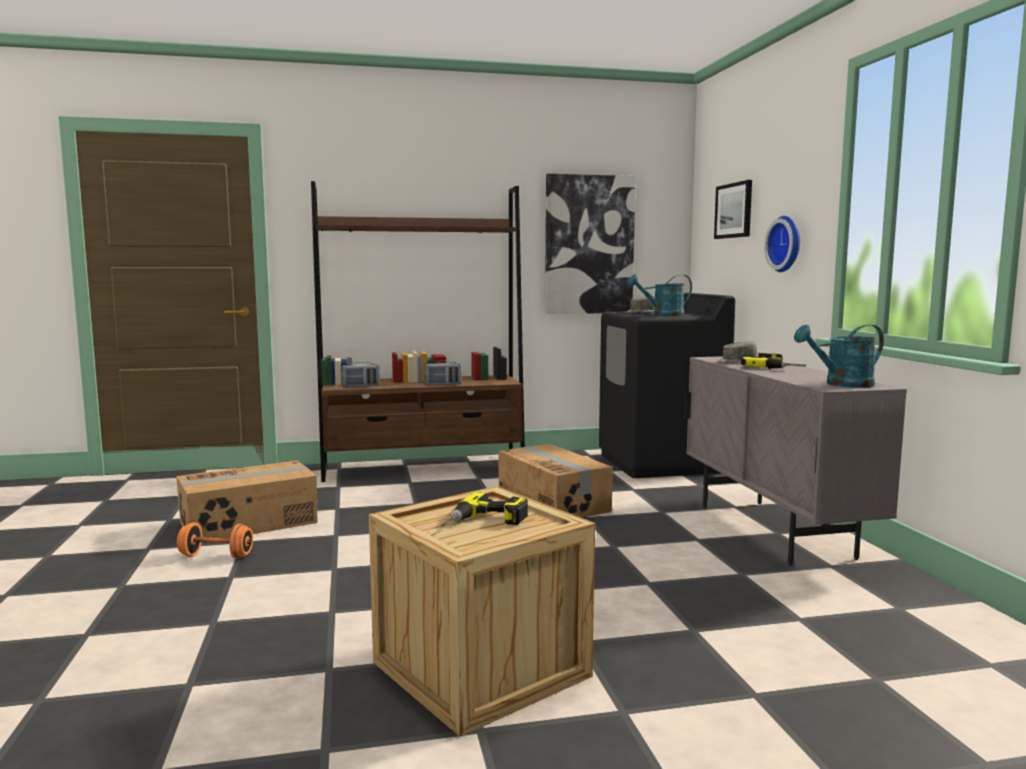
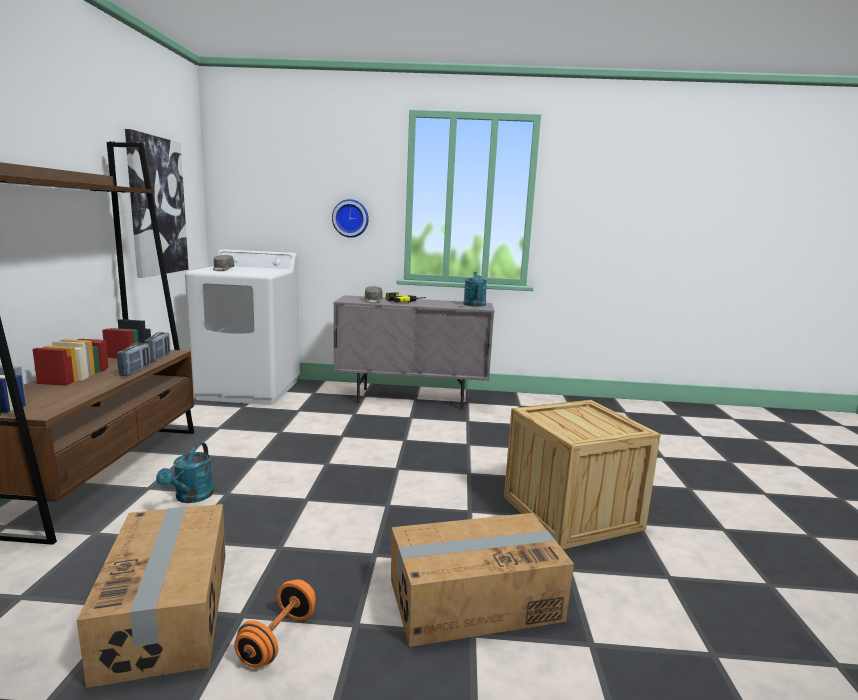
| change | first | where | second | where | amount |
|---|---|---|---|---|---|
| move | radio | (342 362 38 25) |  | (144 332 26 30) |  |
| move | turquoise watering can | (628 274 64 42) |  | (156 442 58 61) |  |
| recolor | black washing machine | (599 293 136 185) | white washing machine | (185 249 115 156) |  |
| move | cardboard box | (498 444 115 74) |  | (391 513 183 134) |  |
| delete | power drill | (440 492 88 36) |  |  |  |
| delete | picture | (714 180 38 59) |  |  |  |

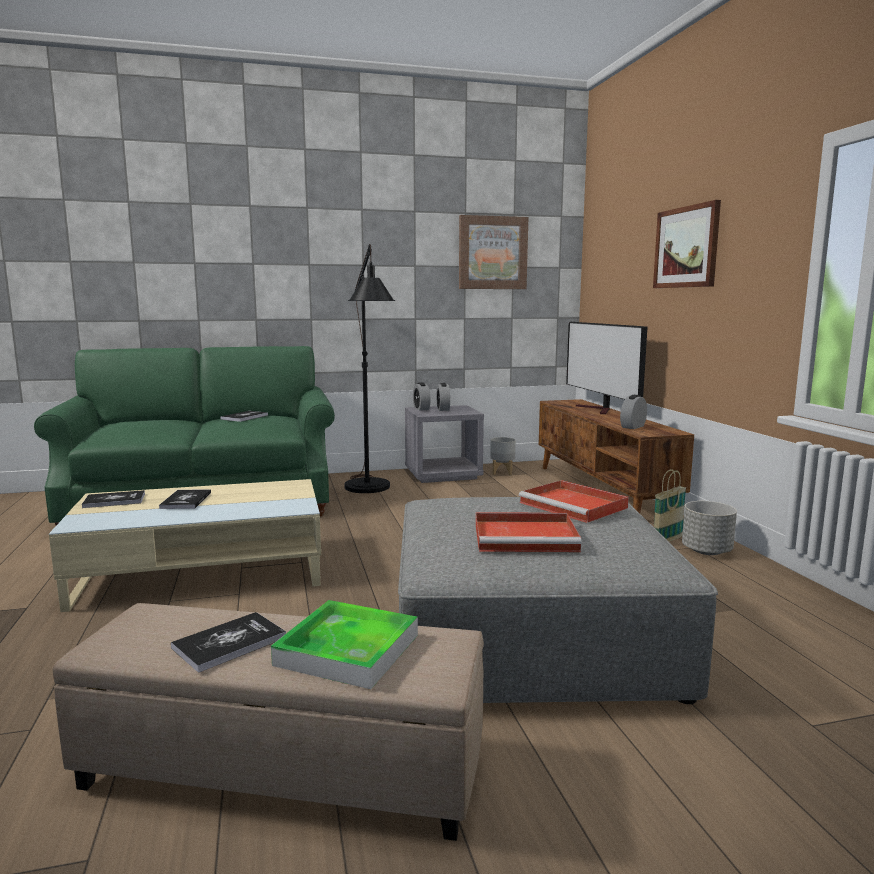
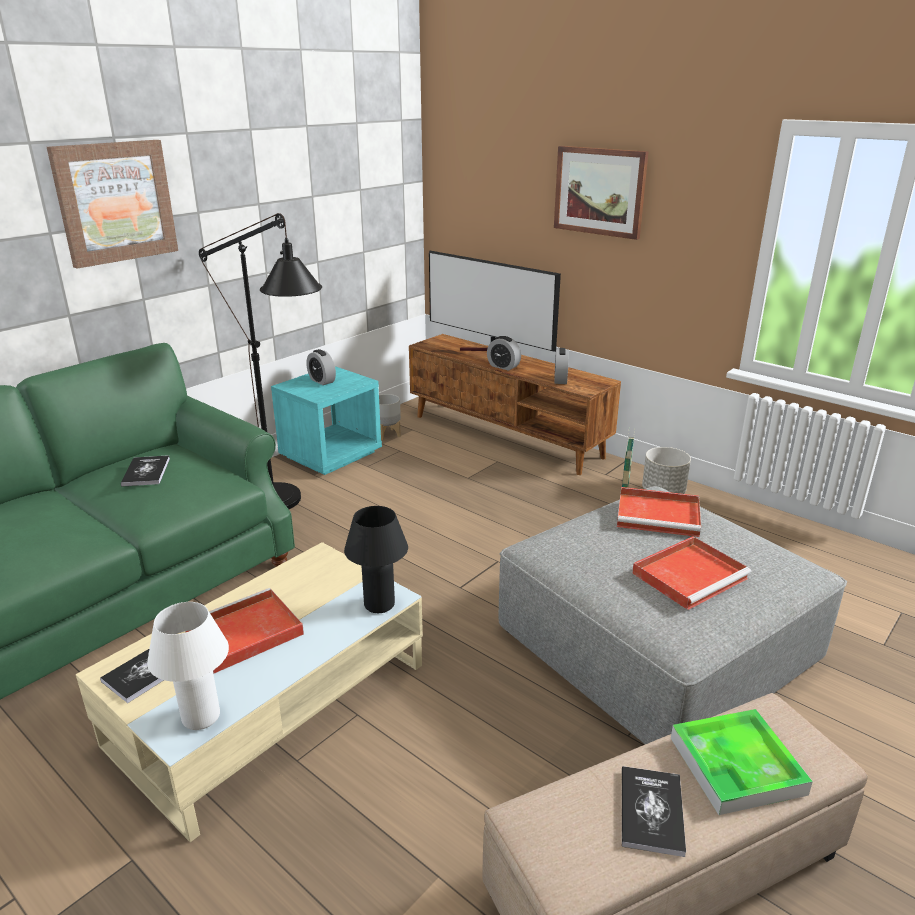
| change | first | where | second | where | amount |
|---|---|---|---|---|---|
| move | picture | (459 215 69 74) |  | (47 140 131 129) |  |
| insert |  |  | white table lamp | (147 602 82 128) |  |
| replace | book | (159 489 52 20) | red tray | (185 588 119 86) |  |
| recolor | grey nightstand | (405 405 79 78) | turquoise nightstand | (271 366 111 109) |  |
| insert |  |  | black table lamp | (344 506 64 107) |  |
| move | alarm clock | (413 382 17 29) |  | (487 336 34 35) |  |

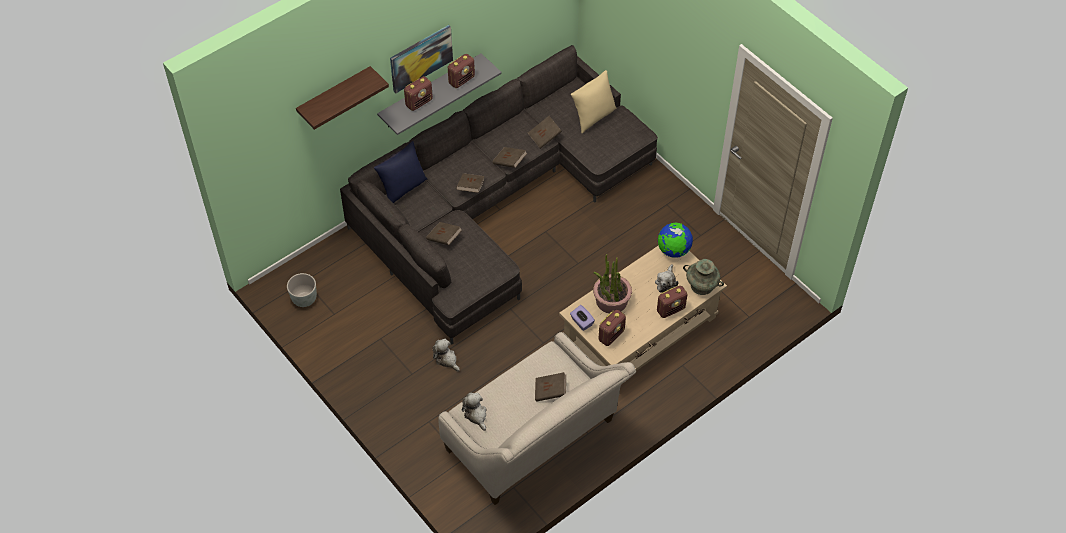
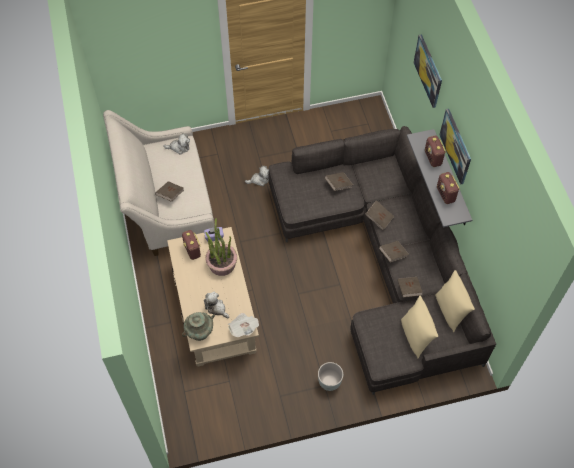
| change | first | where | second | where | amount |
|---|---|---|---|---|---|
| replace | globe | (658 223 35 35) | newspaper | (228 313 31 24) |  |
| move | grey planter | (287 273 30 34) |  | (318 362 25 29) |  |
| replace | shelf | (296 66 93 64) | picture | (414 34 28 74) |  |
| insert |  |  | beige pillow | (435 270 40 62) |  |
| delete | blue pillow | (374 141 53 62) |  |  |  |
| delete | radio | (657 286 30 32) |  |  |  |

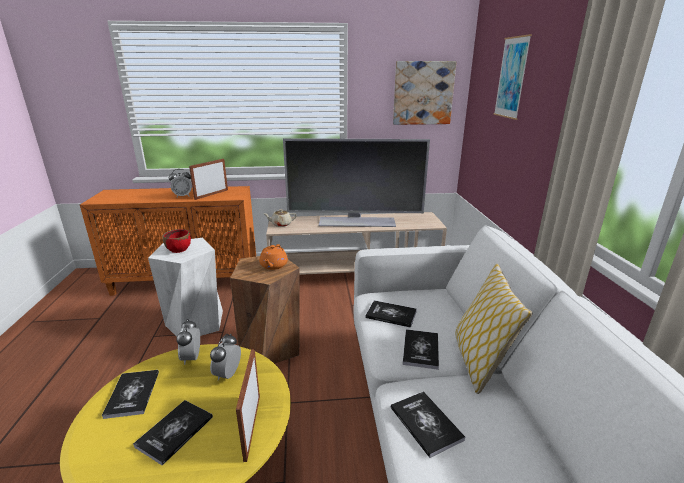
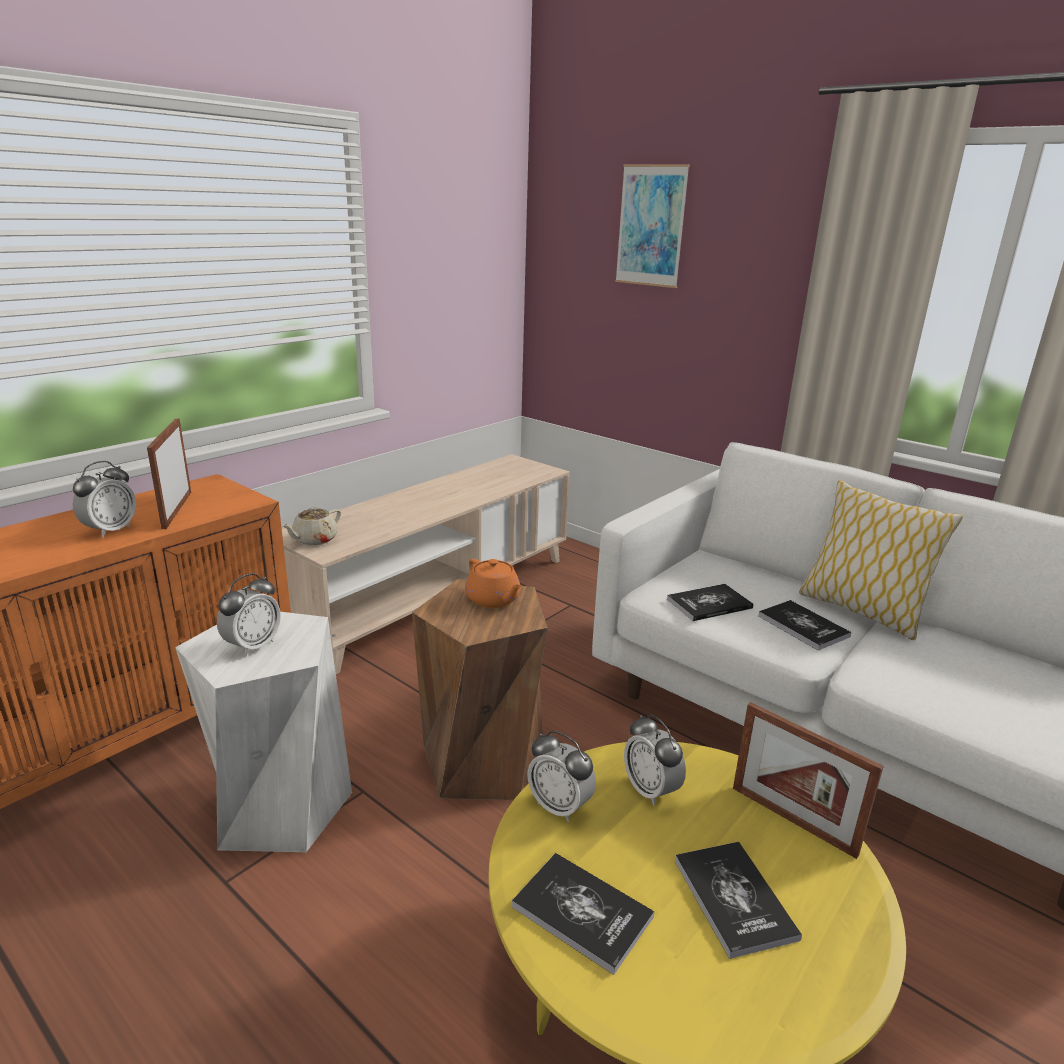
| change | first | where | second | where | amount |
|---|---|---|---|---|---|
| replace | red bowl | (162 229 29 24) | alarm clock | (217 573 64 84) |  |
| delete | television | (283 138 147 89) |  |  |  |
| delete | book | (391 391 74 67) |  |  |  |
| delete | picture | (393 61 64 64) |  |  |  |

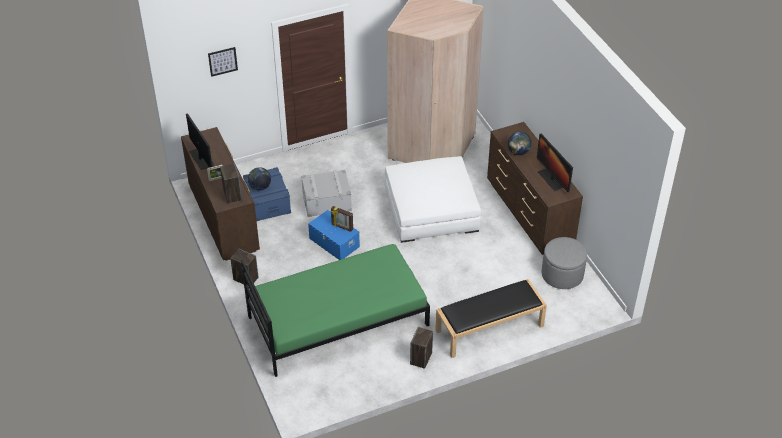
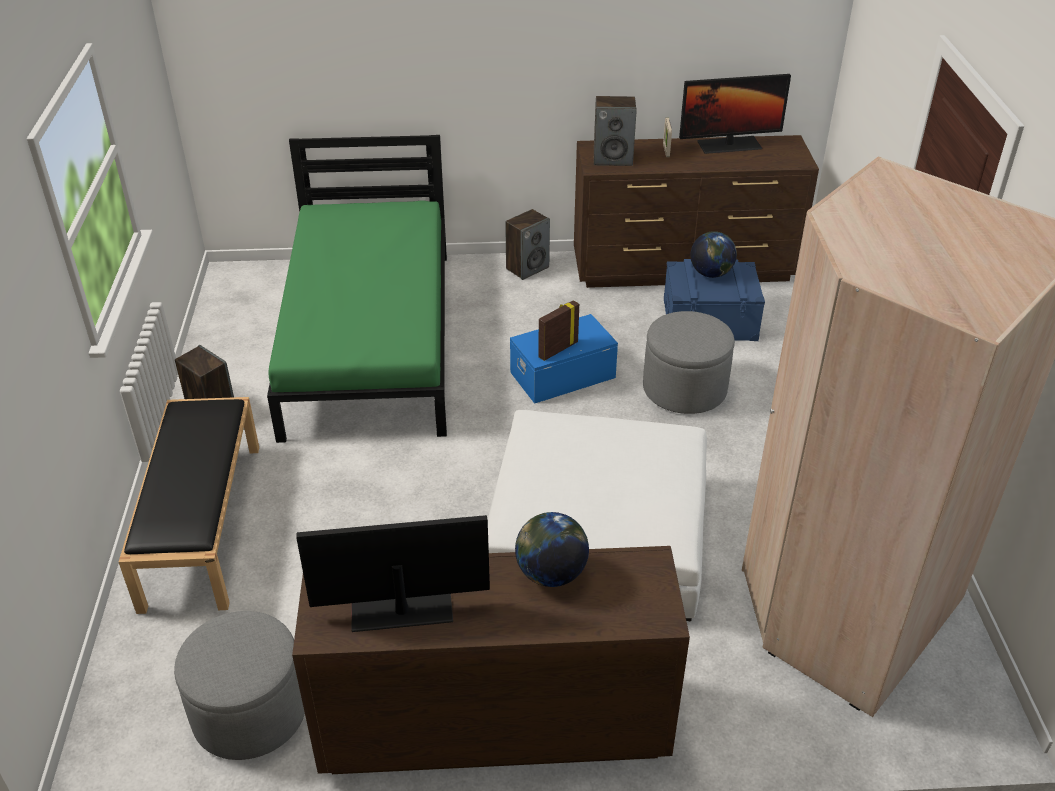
| change | first | where | second | where | amount |
|---|---|---|---|---|---|
| replace | grey storage box | (301 170 51 47) | grey ottoman | (643 311 92 103) |  |
| delete | picture | (208 47 30 30) |  |  |  |

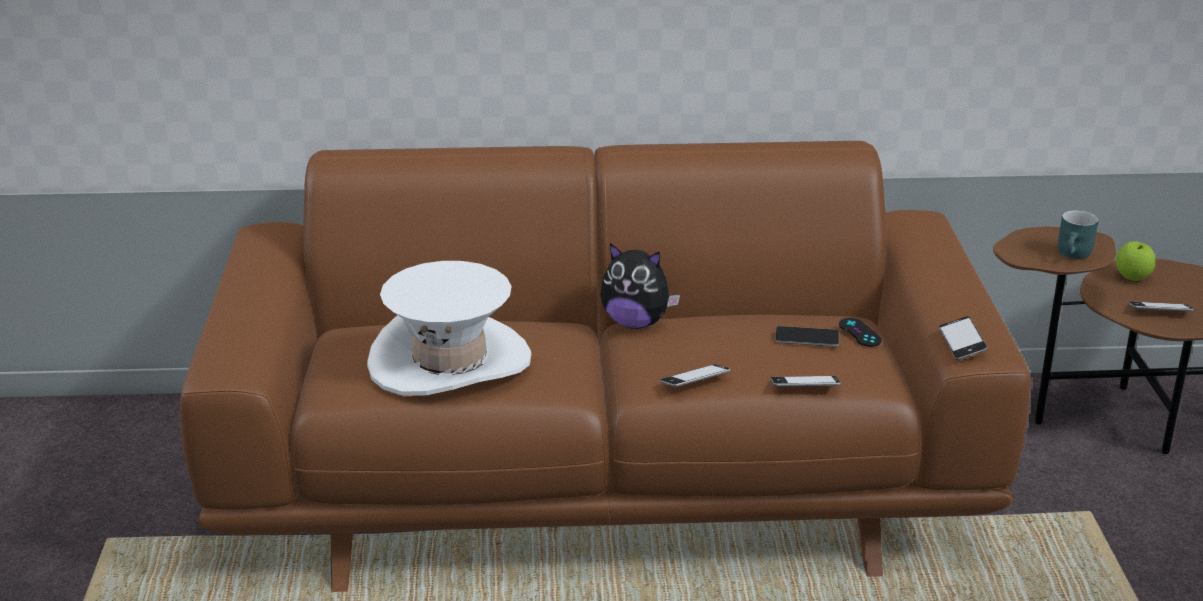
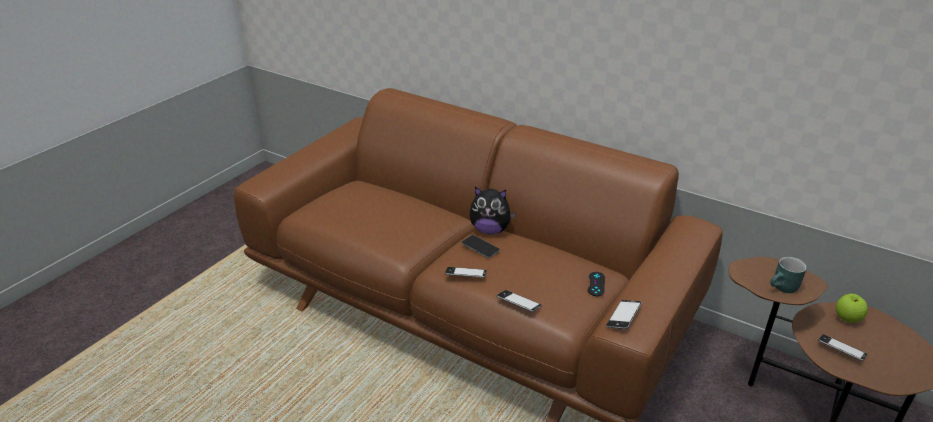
| change | first | where | second | where | amount |
|---|---|---|---|---|---|
| move | phone | (775 326 64 20) |  | (462 235 38 23) |  |
| rotate | plush toy | (600 243 80 86) |  | (470 187 46 47) | 45 degrees counterclockwise |
| delete | white hat | (367 261 164 135) |  |  |  |

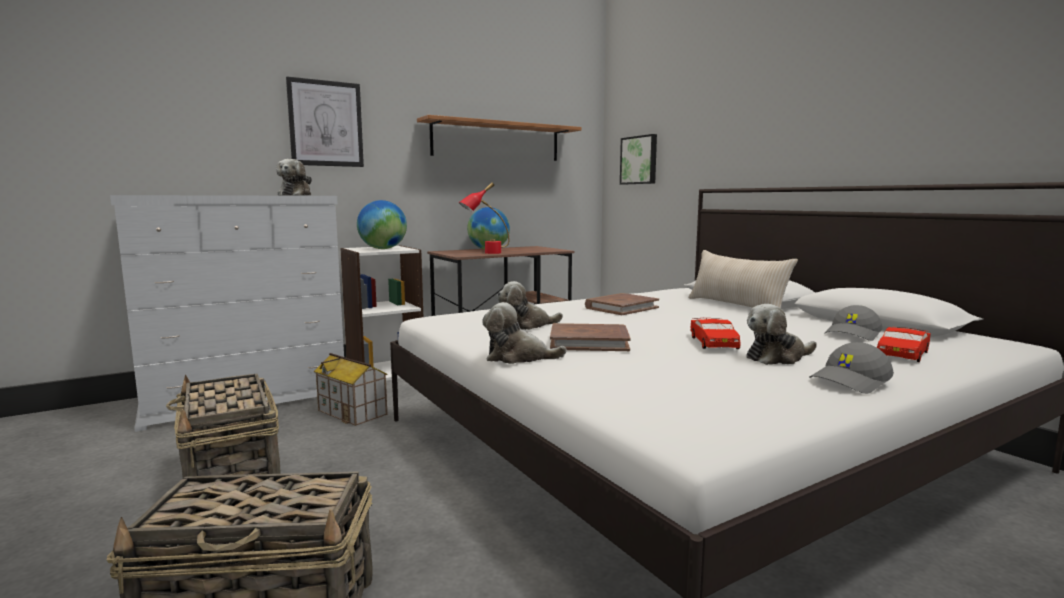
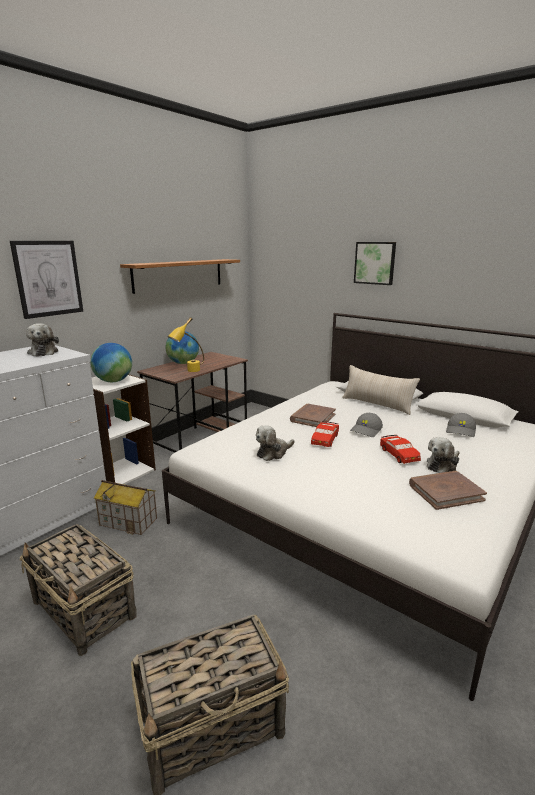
| change | first | where | second | where | amount |
|---|---|---|---|---|---|
| recolor | red table lamp | (459 182 50 72) | yellow table lamp | (168 317 36 55) |  |
| move | red toy car | (877 327 54 35) |  | (311 421 28 26) |  |
| move | grey cap | (809 342 85 52) |  | (350 413 33 24) |  |
| move | picture | (620 134 37 51) |  | (354 242 42 43) |  |
| move | brown book | (550 323 81 28) |  | (409 471 78 39) |  |
| delete | plush toy | (482 302 85 62) |  |  |  |

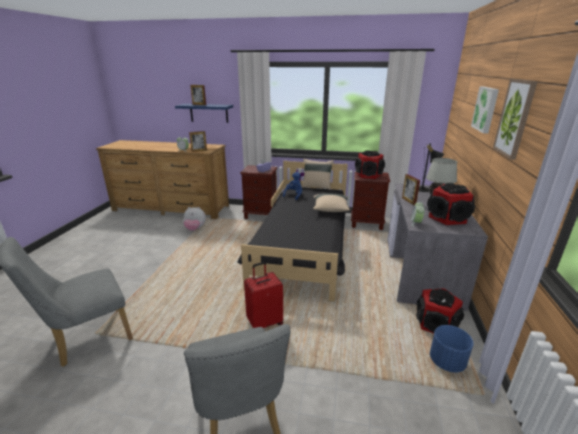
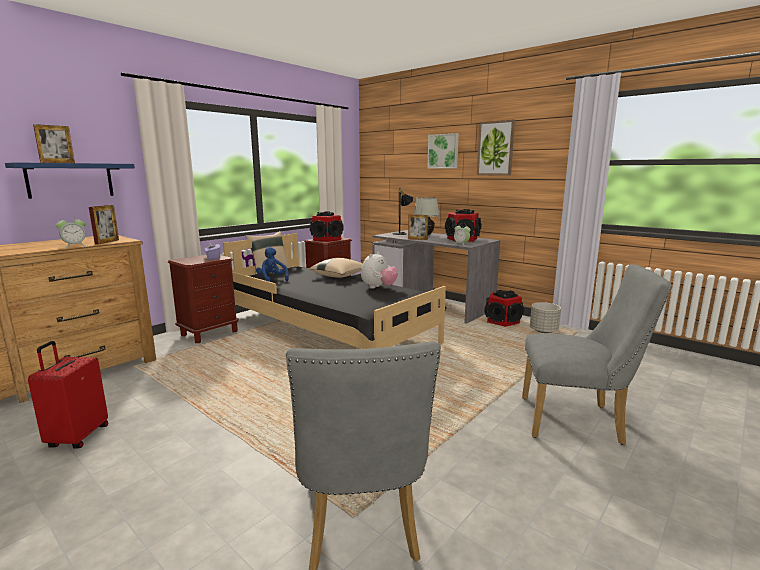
| change | first | where | second | where | amount |
|---|---|---|---|---|---|
| move | red suitcase | (244 262 39 66) |  | (28 341 80 108) |  |
| move | plush toy | (183 207 23 24) |  | (361 252 37 37) |  |
| recolor | blue planter | (430 325 43 48) | grey planter | (530 302 31 31) |  |

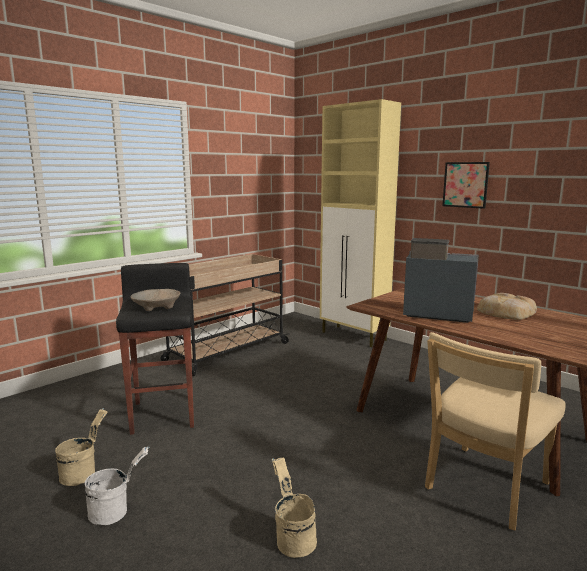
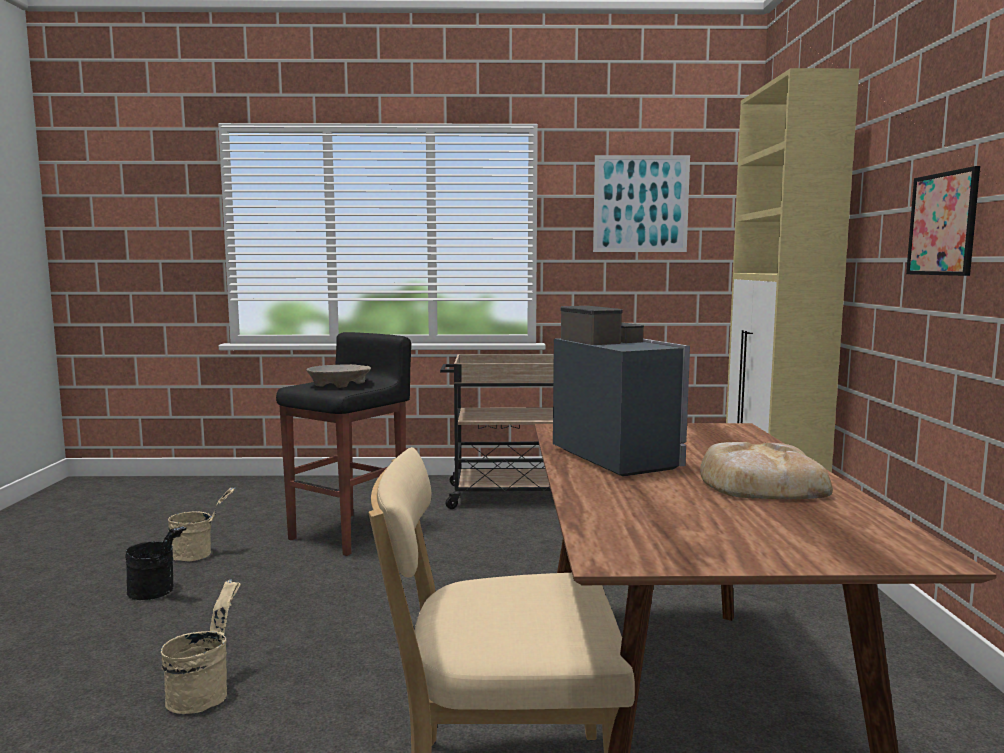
| change | first | where | second | where | amount |
|---|---|---|---|---|---|
| recolor | white bucket | (85 447 64 78) | black bucket | (125 526 62 74) |  |
| insert |  |  | picture | (593 155 97 97) |  |

